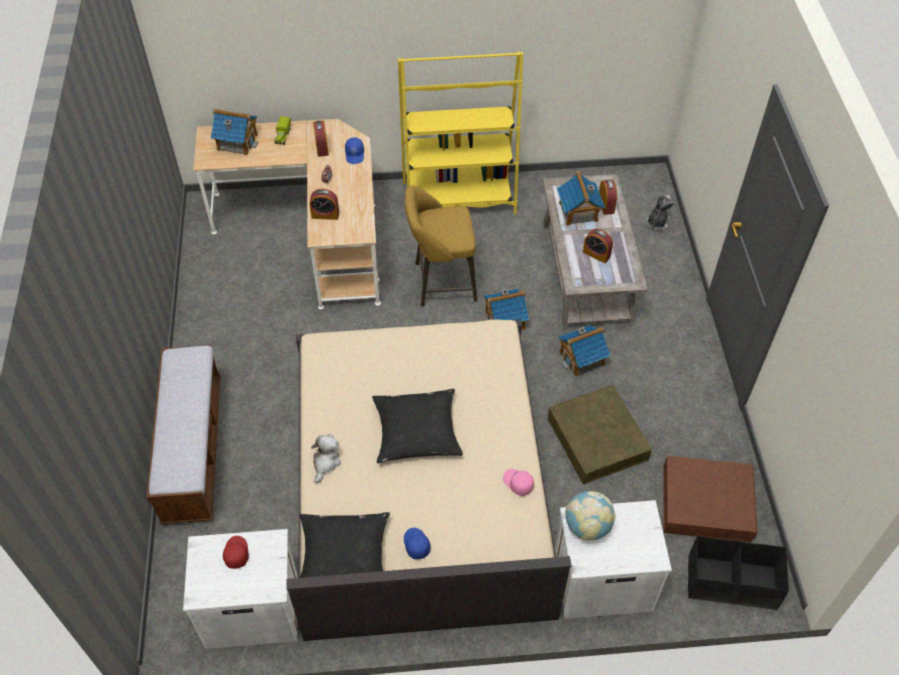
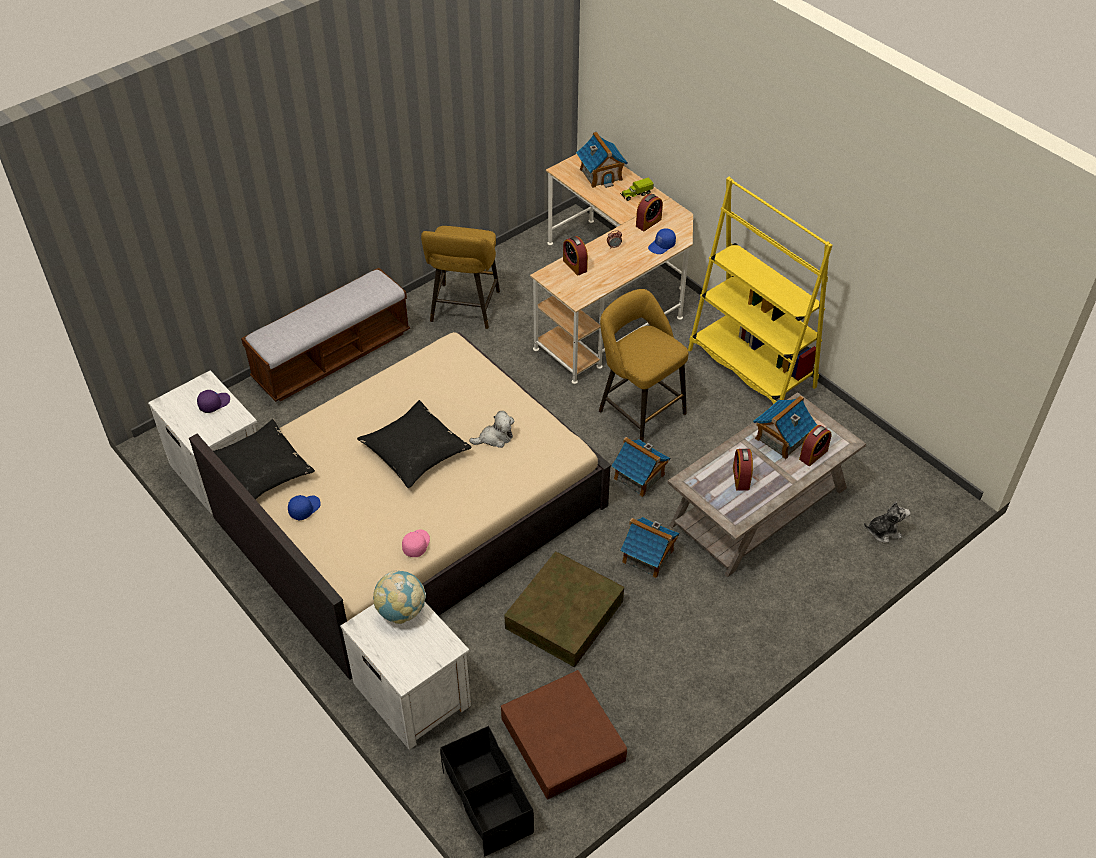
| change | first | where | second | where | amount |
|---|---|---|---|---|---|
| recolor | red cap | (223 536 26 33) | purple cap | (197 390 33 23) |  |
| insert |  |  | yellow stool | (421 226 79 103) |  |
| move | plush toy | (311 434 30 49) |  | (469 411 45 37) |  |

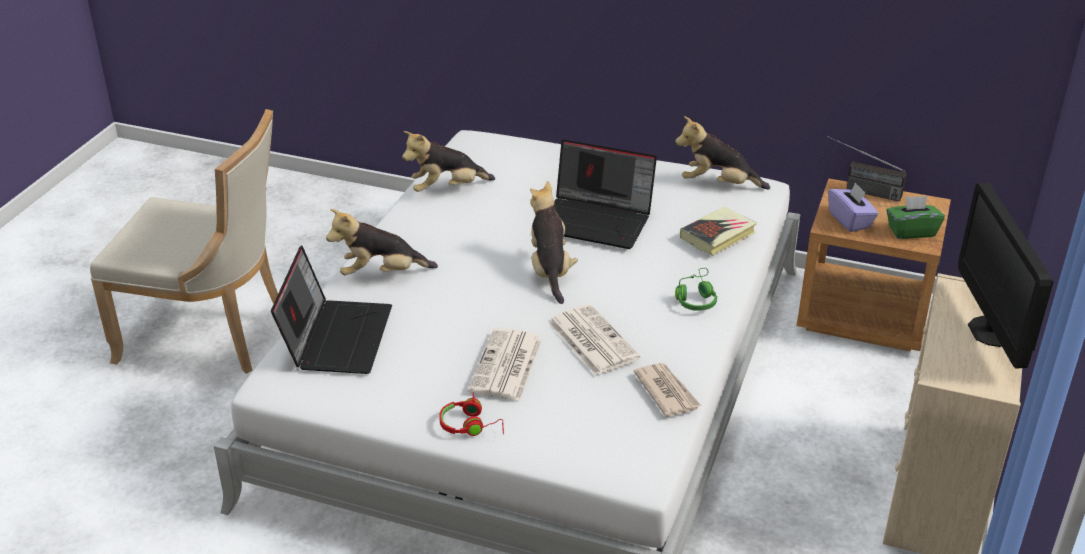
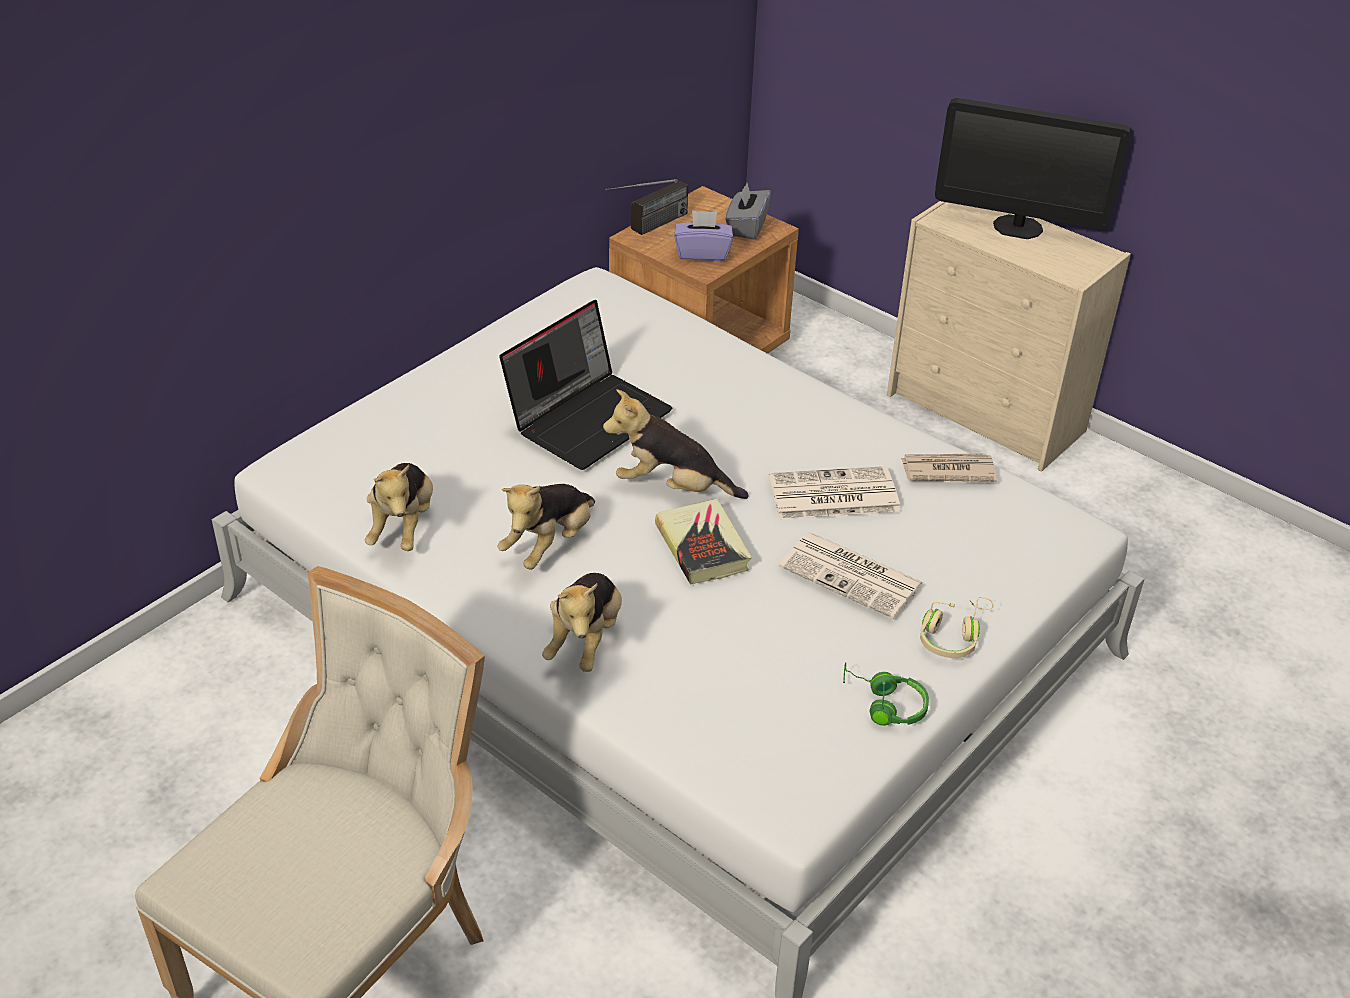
| change | first | where | second | where | amount |
|---|---|---|---|---|---|
| move | plush toy | (675 116 95 74) |  | (498 484 97 86) |  |
| move | book | (680 207 77 49) |  | (655 499 97 86) |  |
| recolor | green tissue box | (886 196 59 43) | grey tissue box | (725 183 46 57) |  |
| move | green headphones | (675 268 42 43) |  | (843 662 86 64) |  |
| recolor | red headphones | (439 392 65 44) | beige headphones | (920 597 73 61) |  |
| delete | laptop | (271 245 121 129) |  |  |  |

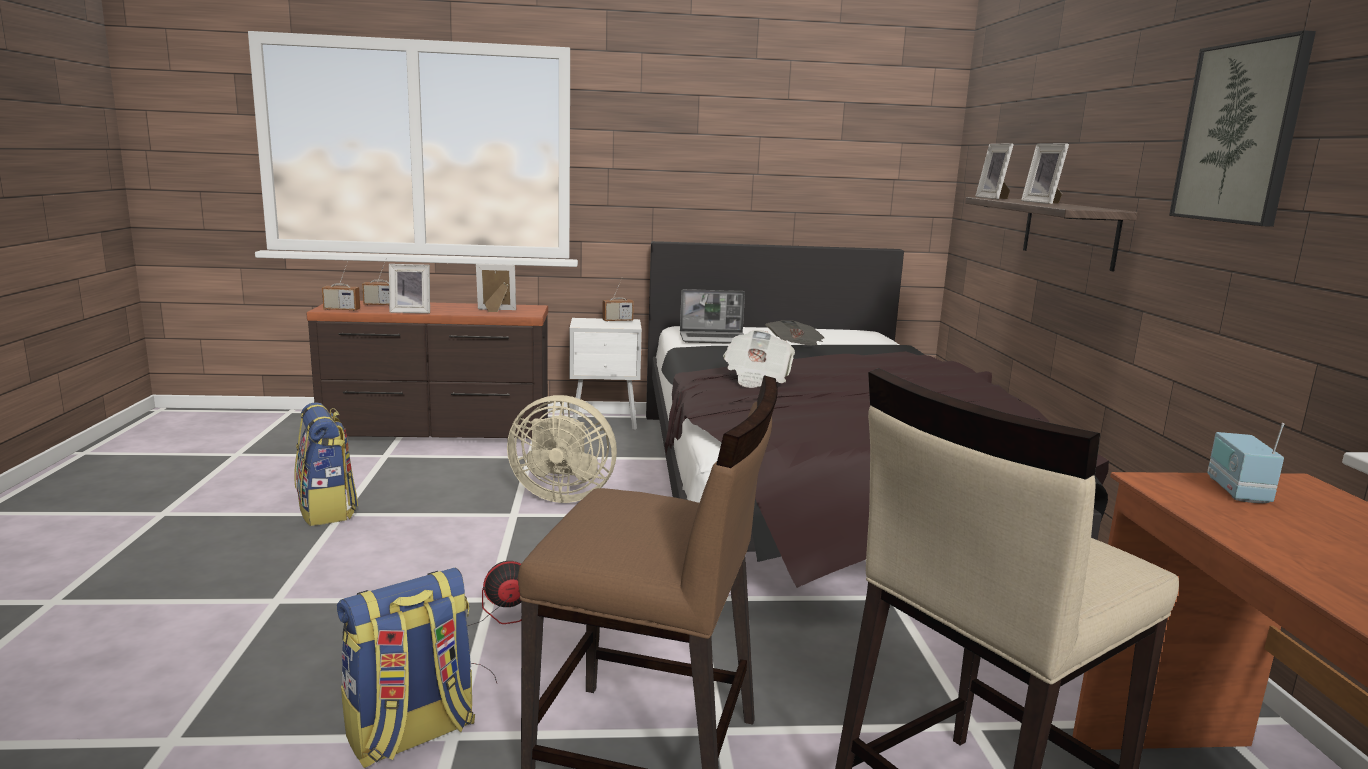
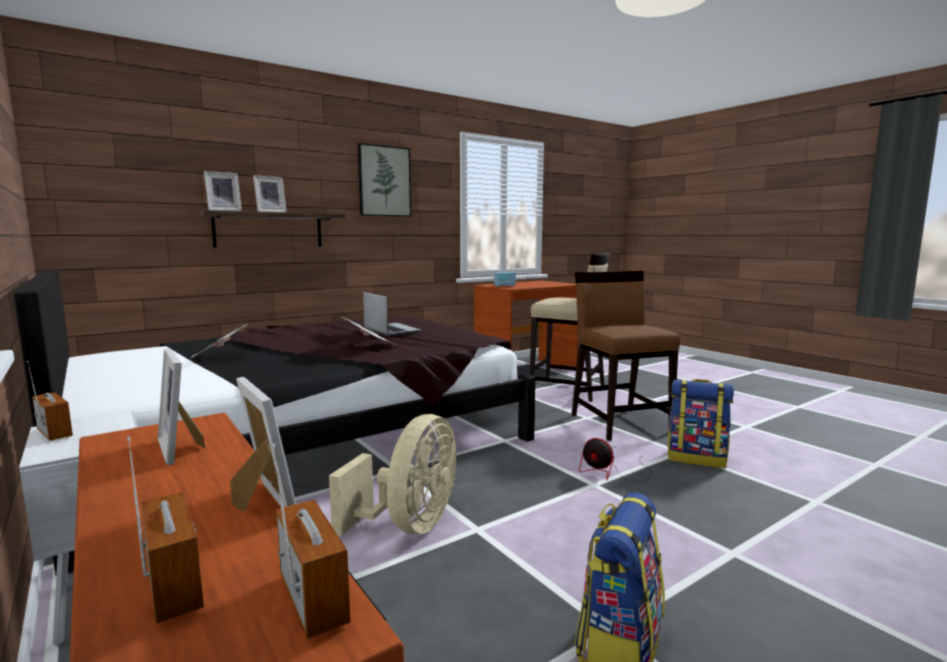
| change | first | where | second | where | amount |
|---|---|---|---|---|---|
| rotate | beige fan | (507 395 110 108) |  | (329 414 127 122) | 45 degrees clockwise |
| move | laptop | (680 289 65 55) |  | (363 292 58 44) |  |

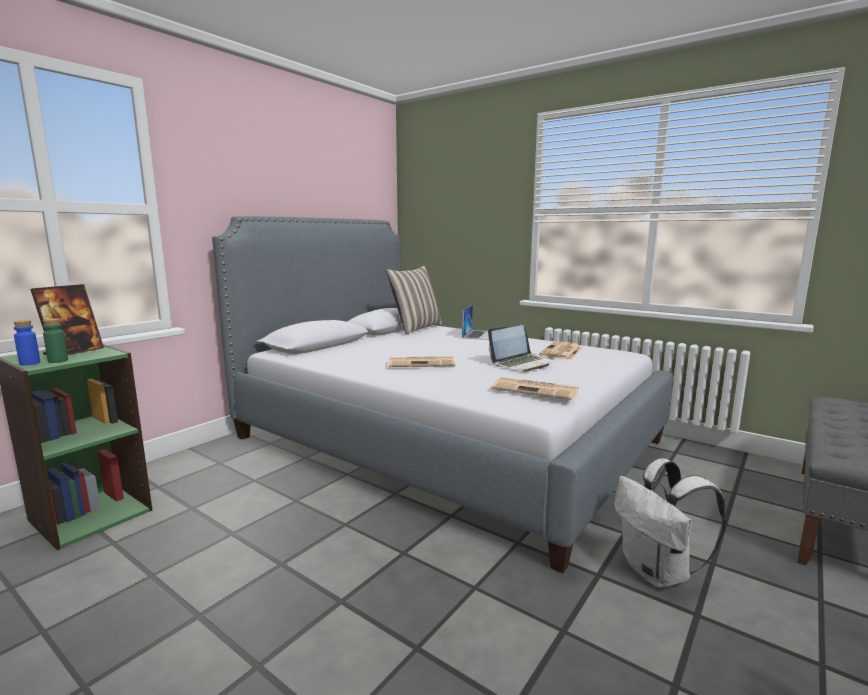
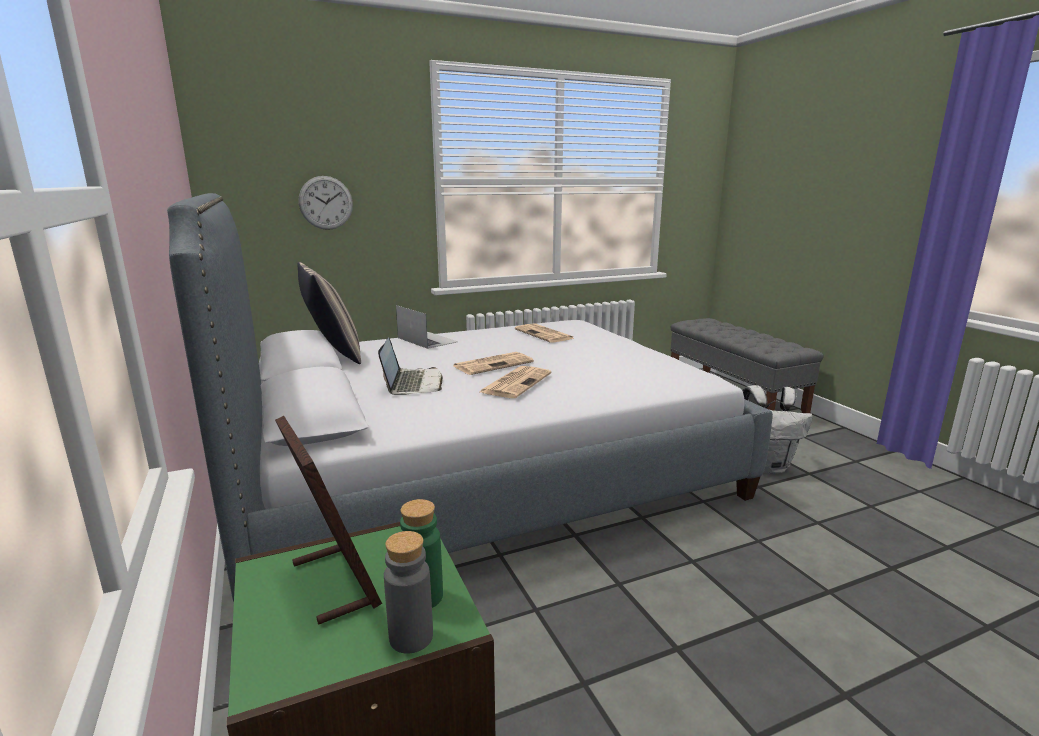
| change | first | where | second | where | amount |
|---|---|---|---|---|---|
| insert |  |  | wall clock | (299 176 54 54) |  |
| move | laptop | (488 325 65 47) |  | (378 338 65 57) |  |
| recolor | blue bottle | (14 320 27 46) | grey bottle | (384 531 49 123) |  |
| move | newspaper | (491 377 88 23) |  | (454 352 80 23) |  |

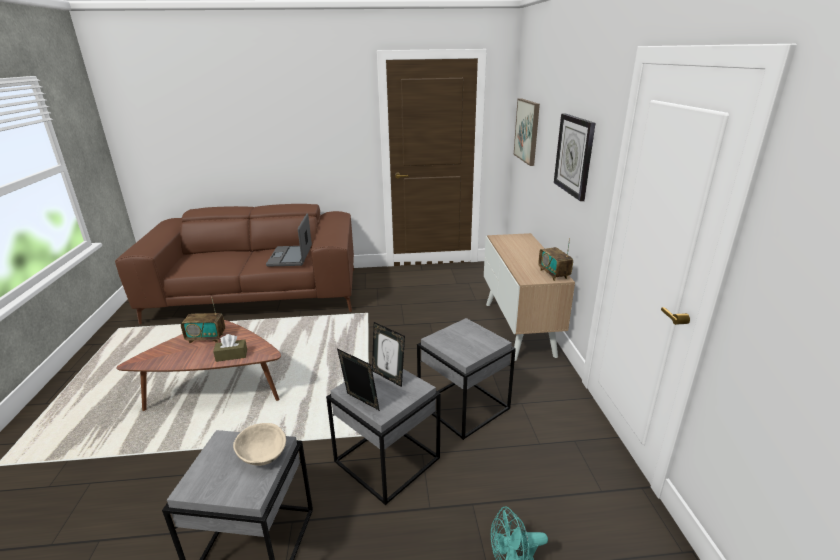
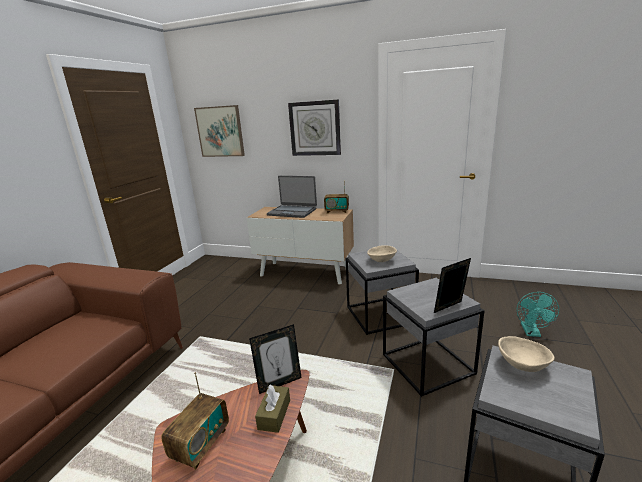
| change | first | where | second | where | amount |
|---|---|---|---|---|---|
| move | picture frame | (372 322 33 65) |  | (249 324 53 70) |  |
| move | laptop | (266 214 46 53) |  | (267 176 50 42) |  |
| insert |  |  | beige bowl | (367 245 30 17) |  |

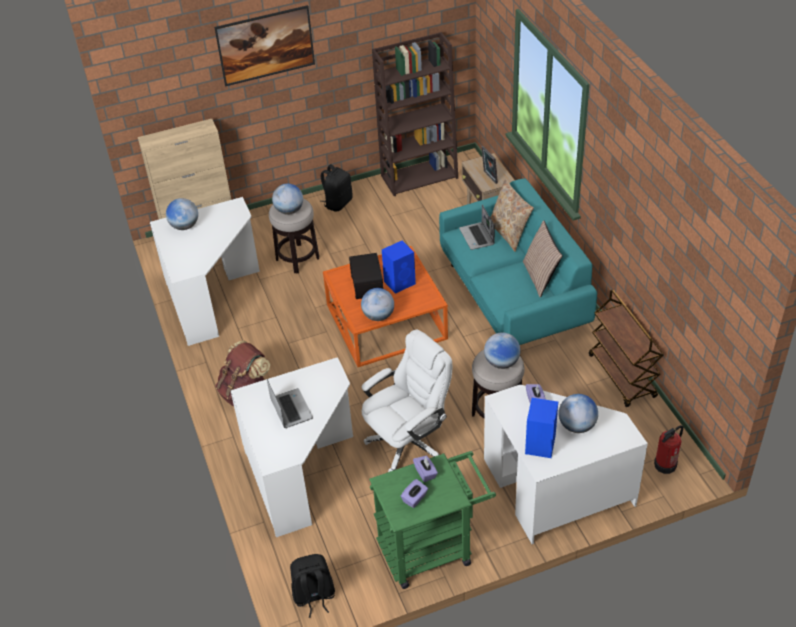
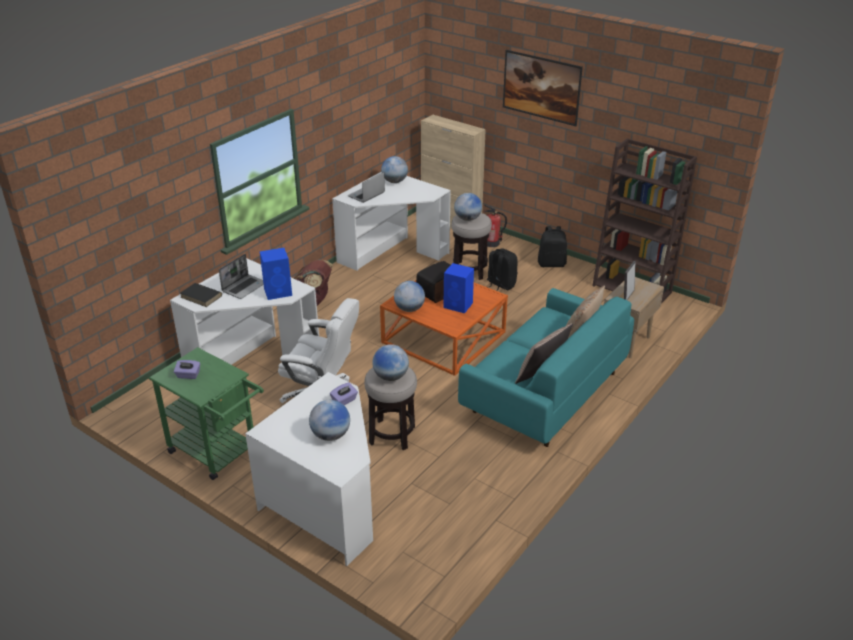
| change | first | where | second | where | amount |
|---|---|---|---|---|---|
| insert |  |  | black book | (180 283 42 24) |  |
| move | blue speaker | (525 398 33 60) |  | (260 248 32 52) |  |
| move | laptop | (459 204 36 46) |  | (348 172 37 31) |  |
| move | fire extinguisher | (654 425 29 49) |  | (484 205 23 42) |  |
| move | black backpack | (290 554 45 64) |  | (487 249 31 42) |  |
| delete | purple tissue box | (413 456 25 26) |  |  |  |
| delete | brown cart | (589 290 74 117) |  |  |  |

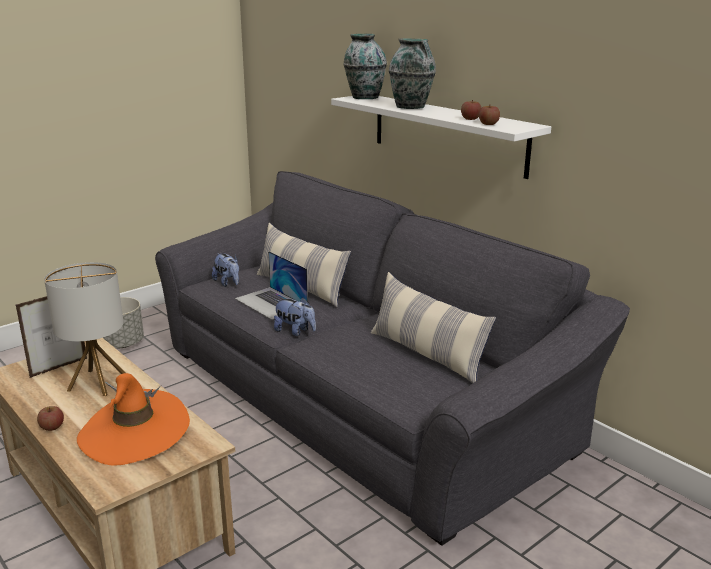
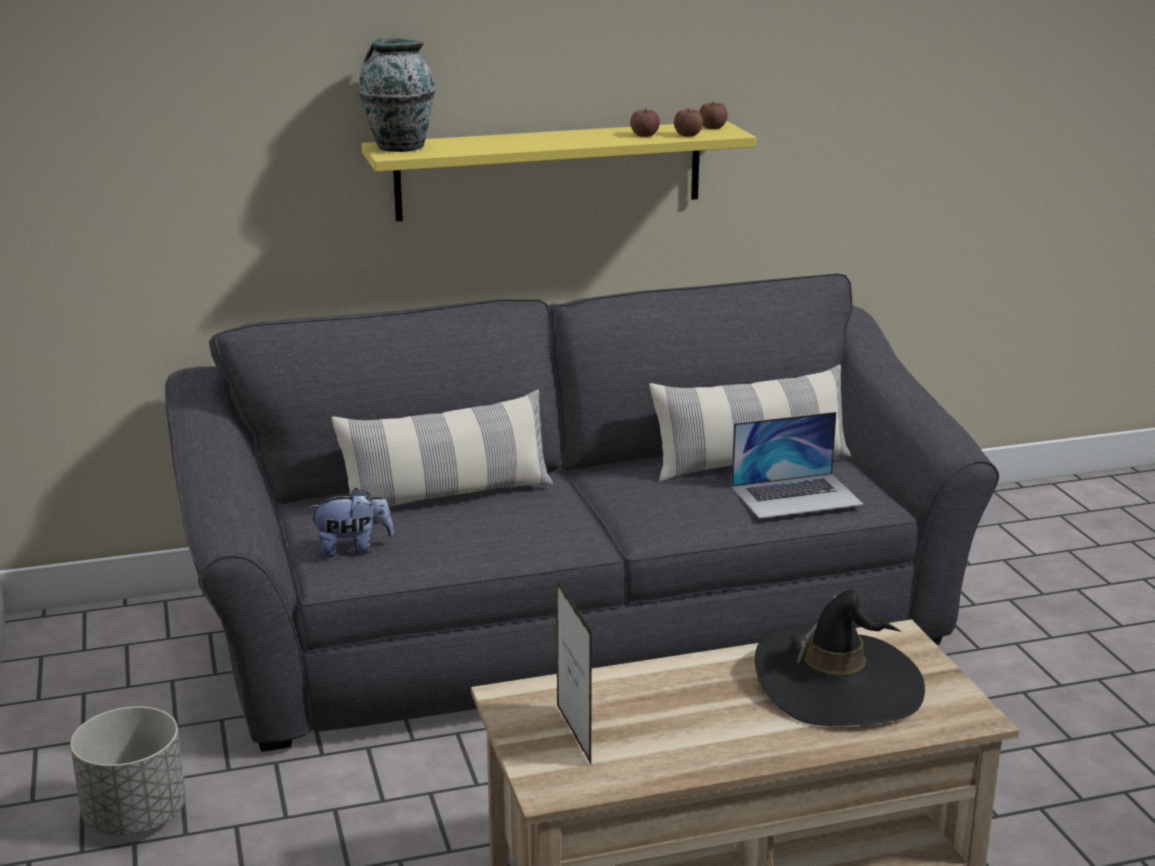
| change | first | where | second | where | amount |
|---|---|---|---|---|---|
| recolor | white shelf | (331 96 220 83) | yellow shelf | (361 121 395 101) |  |
| move | apple | (37 406 27 25) |  | (699 101 29 28) |  |
| move | laptop | (235 251 73 69) |  | (731 412 132 107) |  |
| recolor | orange hat | (77 373 113 93) | black hat | (755 589 170 137) |  |
| delete | table lamp | (44 262 81 134) |  |  |  |
| delete | plush toy | (274 297 42 39) |  |  |  |
| delete | vase | (389 38 47 71) |  |  |  |

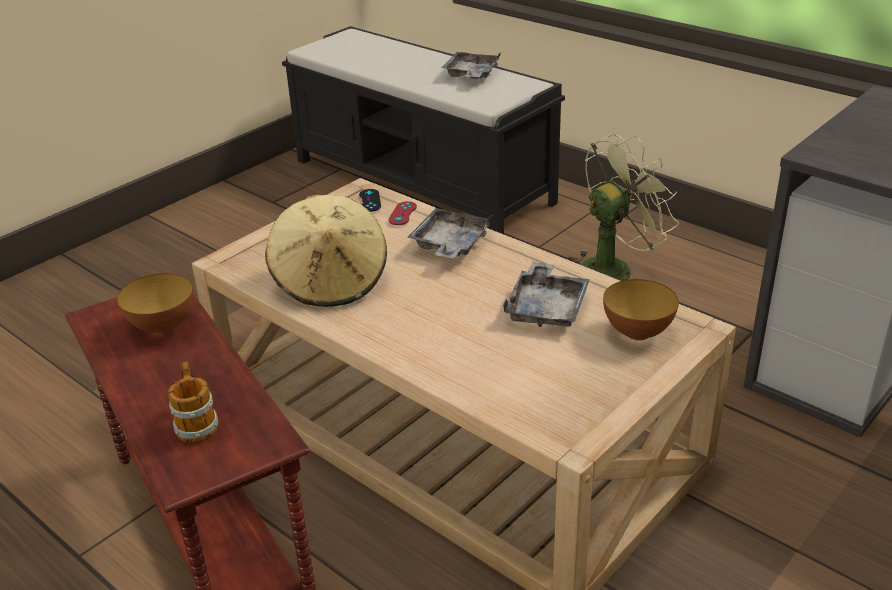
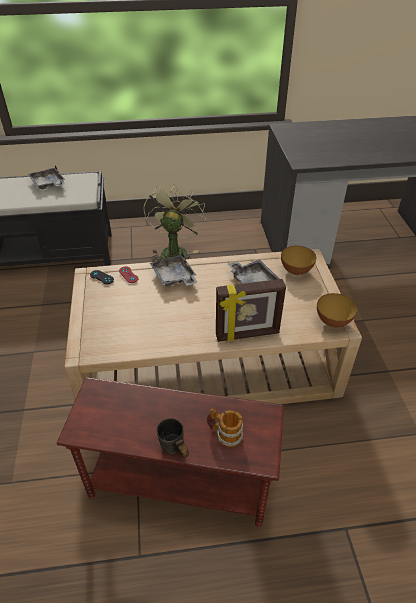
| change | first | where | second | where | amount |
|---|---|---|---|---|---|
| insert |  |  | grey mug | (157 418 32 40) |  |
| insert |  |  | picture frame | (216 279 70 63) |  |
| move | bowl | (117 273 77 61) |  | (317 293 40 34) |  |
| delete | beige hat | (265 195 122 112) |  |  |  |

